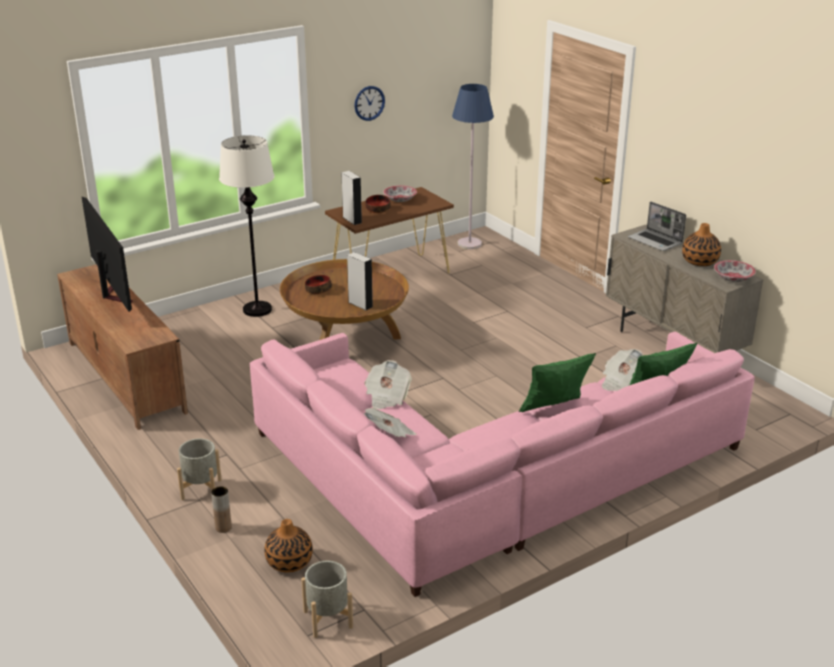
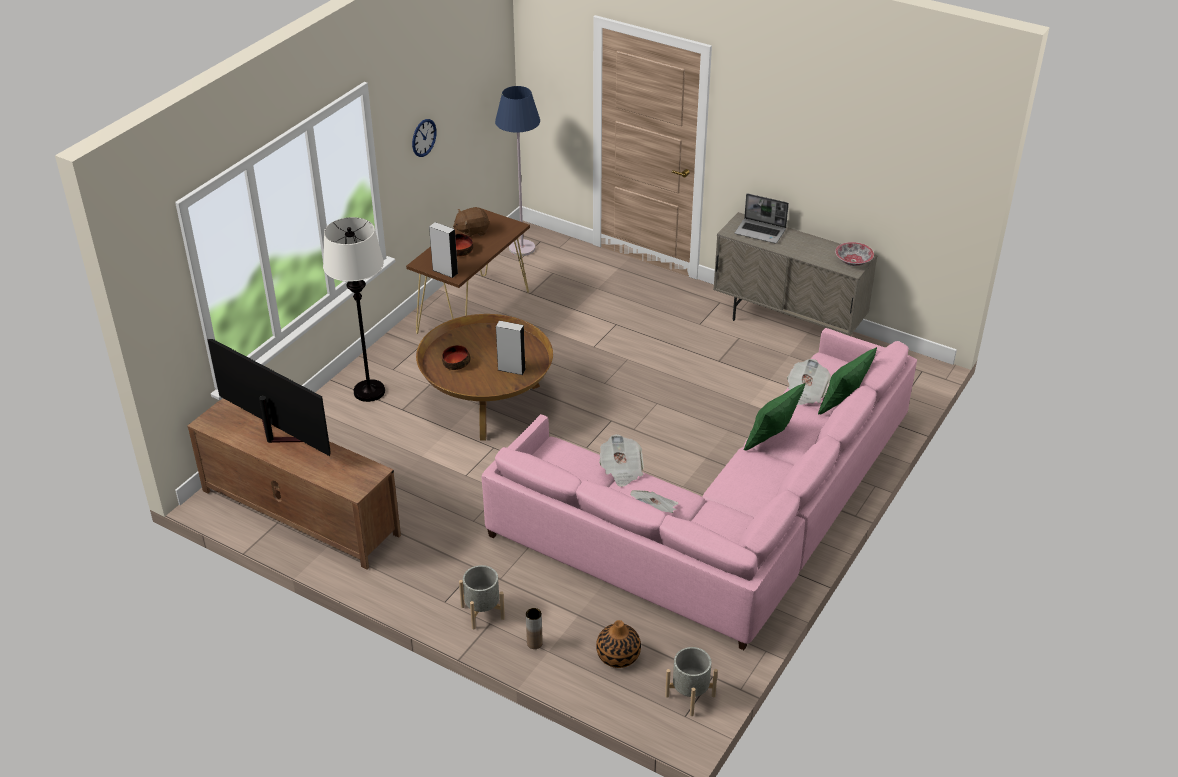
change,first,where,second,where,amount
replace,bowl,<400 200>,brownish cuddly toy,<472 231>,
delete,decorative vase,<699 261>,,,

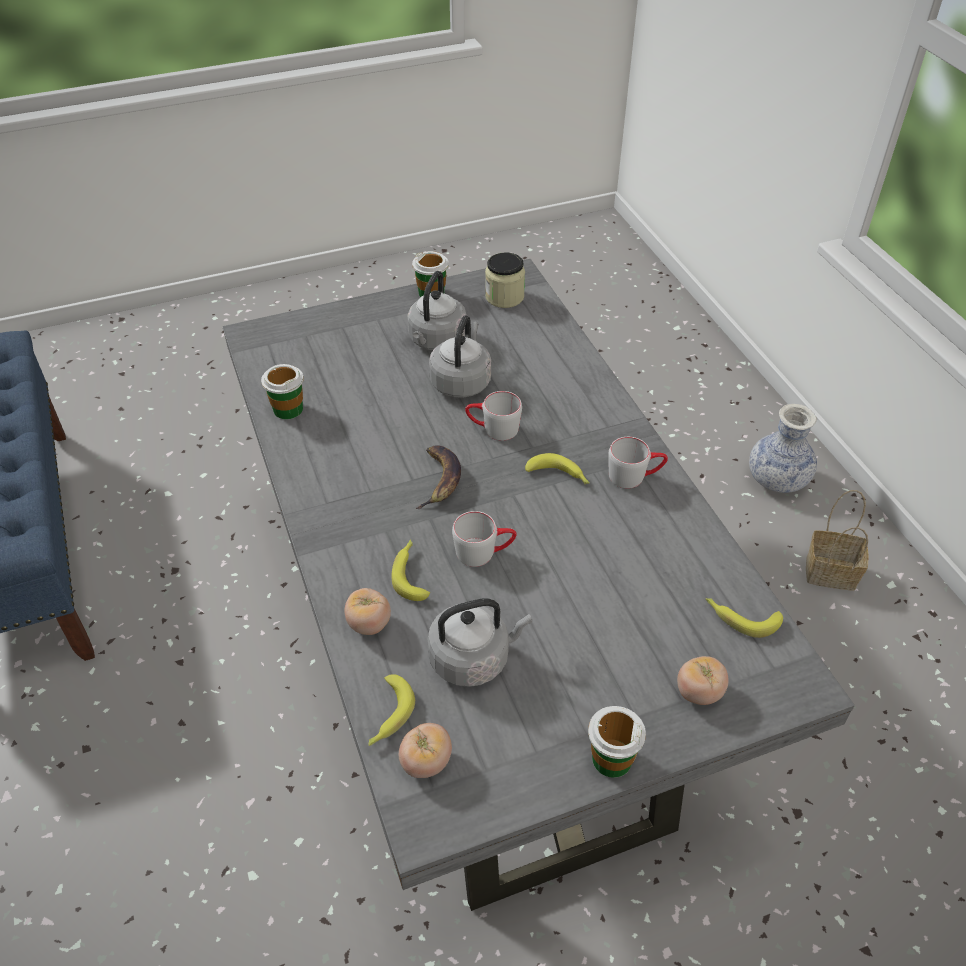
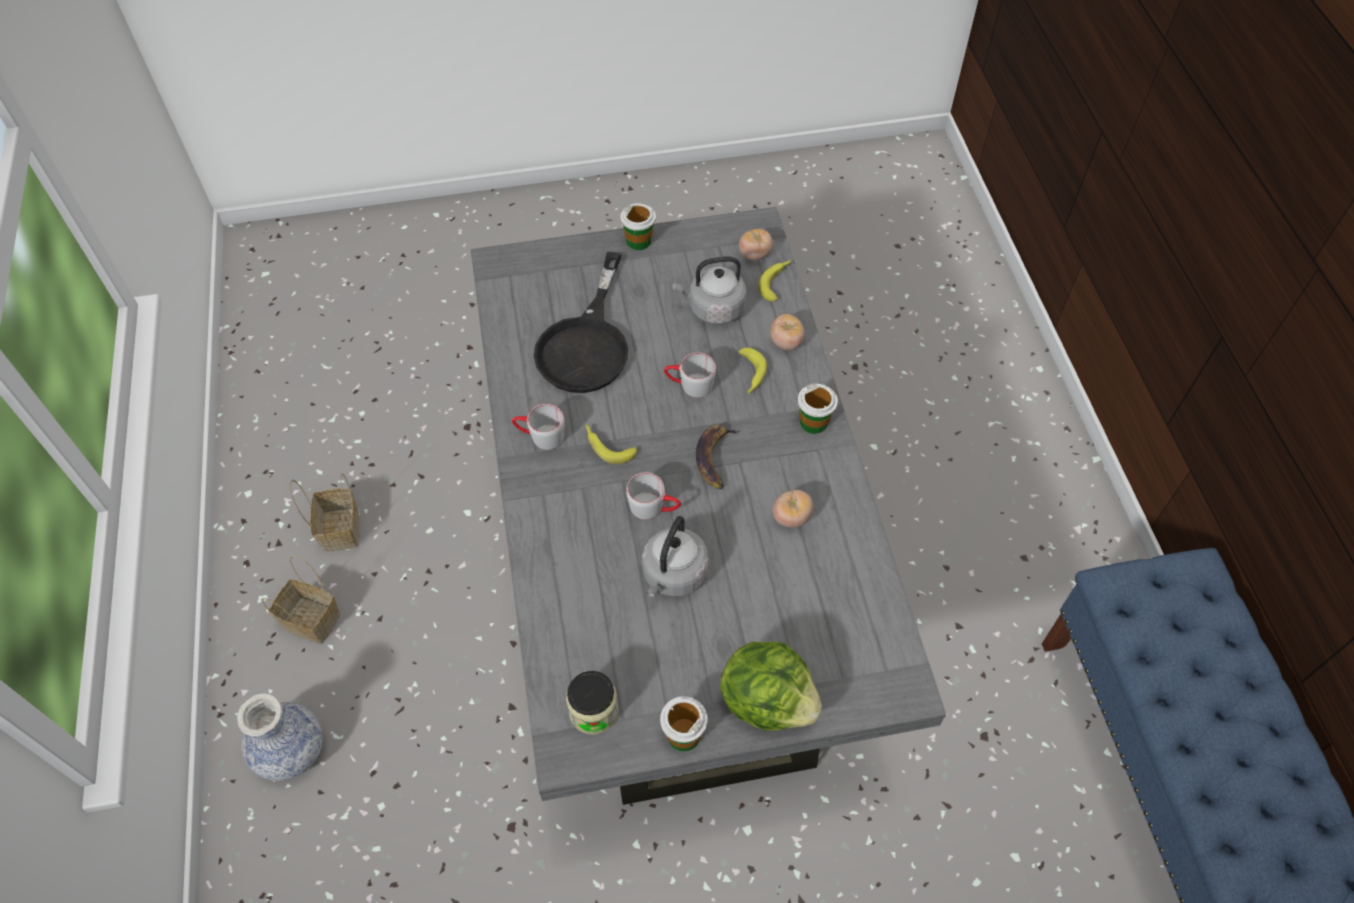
change,first,where,second,where,amount
insert,,,storage basket,<339 528>,
insert,,,black-coloured frying pan,<587 344>,
insert,,,head of lettuce,<767 700>,
move,whole tomato,<699 692>,,<791 517>,
move,cup,<288 409>,,<813 422>,
delete,grey tea kettle,<436 341>,,,
delete,banana fruit,<740 618>,,,

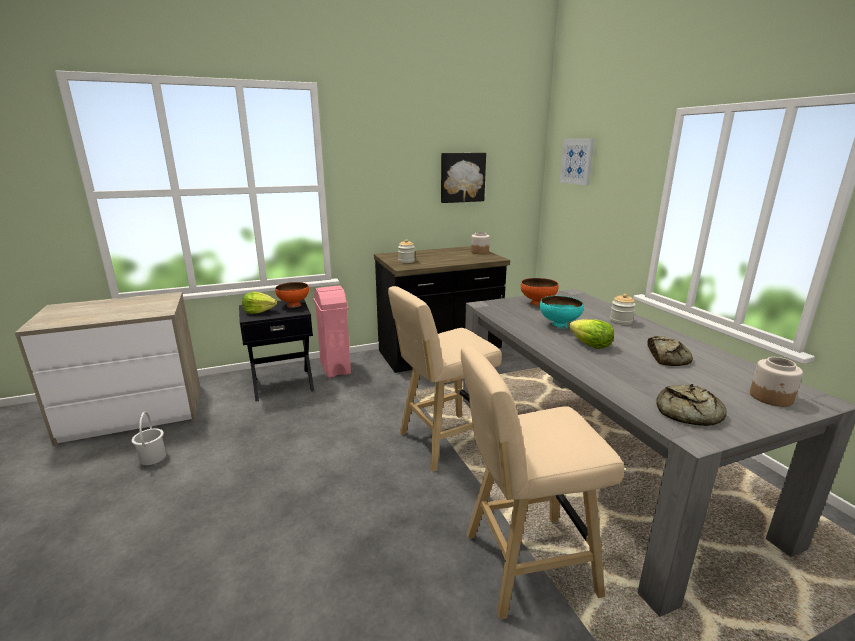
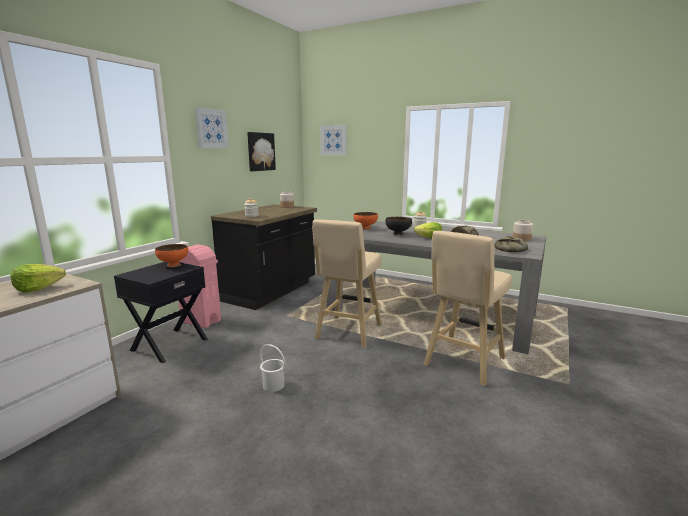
change,first,where,second,where,amount
move,head of lettuce,<259 311>,,<38 288>,
insert,,,picture,<211 128>,
move,whitish water bucket,<152 457>,,<273 385>,
recolor,turquoise-coloured bowl,<558 325>,black-coloured bowl,<398 234>,

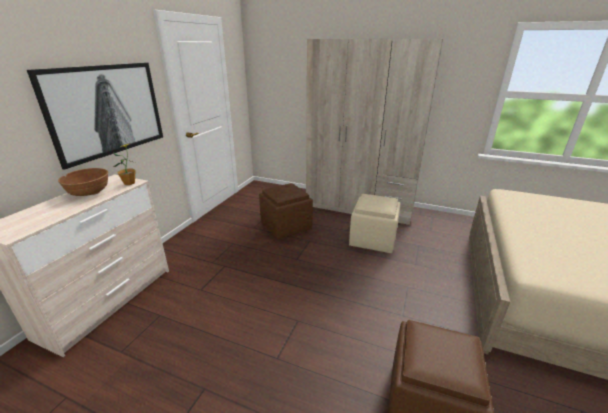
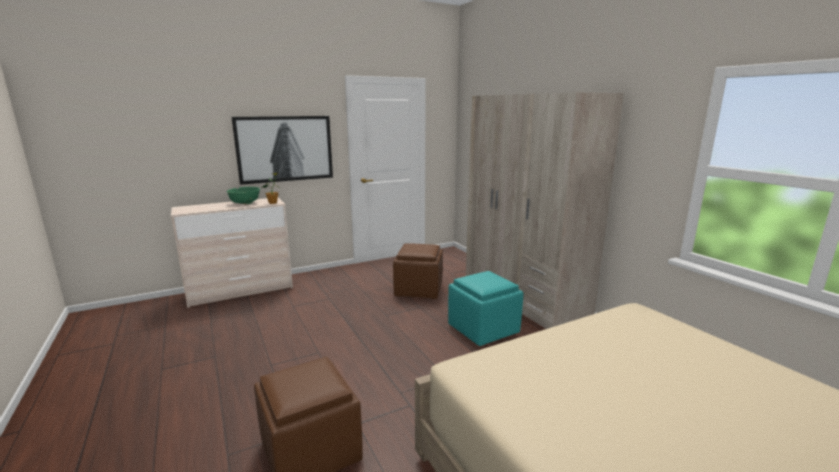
change,first,where,second,where,amount
recolor,brownish bowl,<89 193>,greenish bowl,<245 203>,
recolor,beige-coloured footrest,<373 240>,turquoise-coloured footrest,<483 329>,

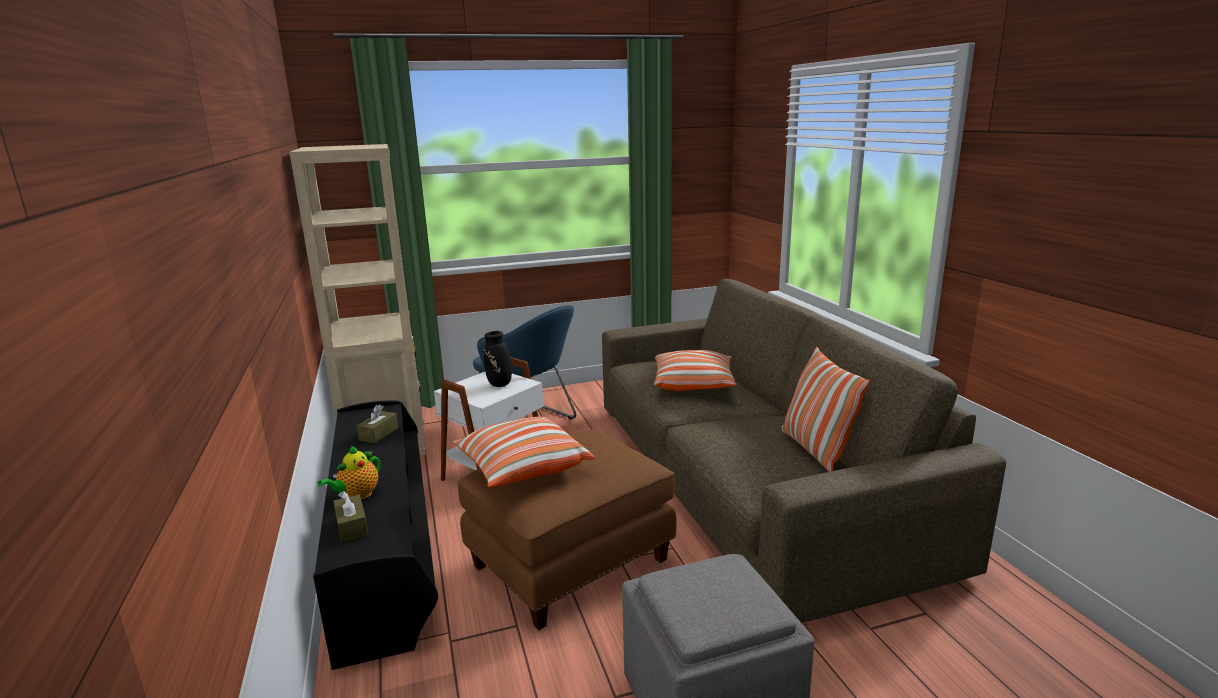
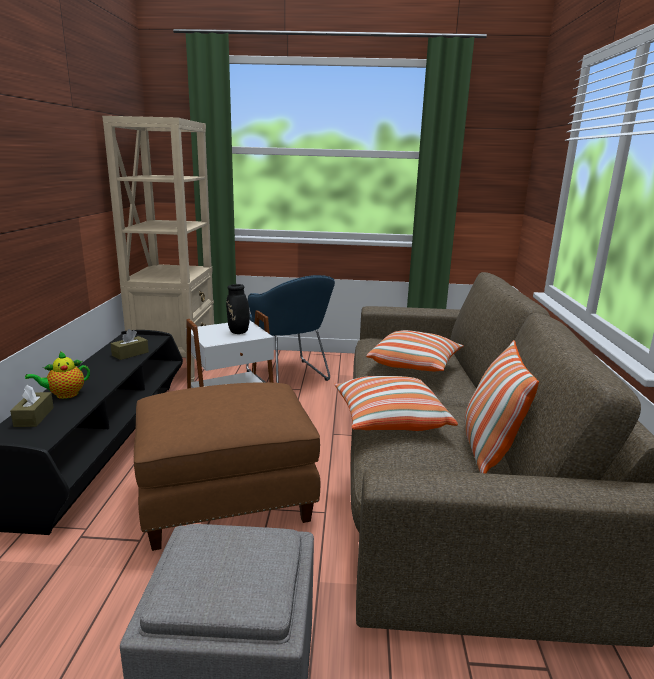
change,first,where,second,where,amount
move,pillow,<522 468>,,<389 420>,

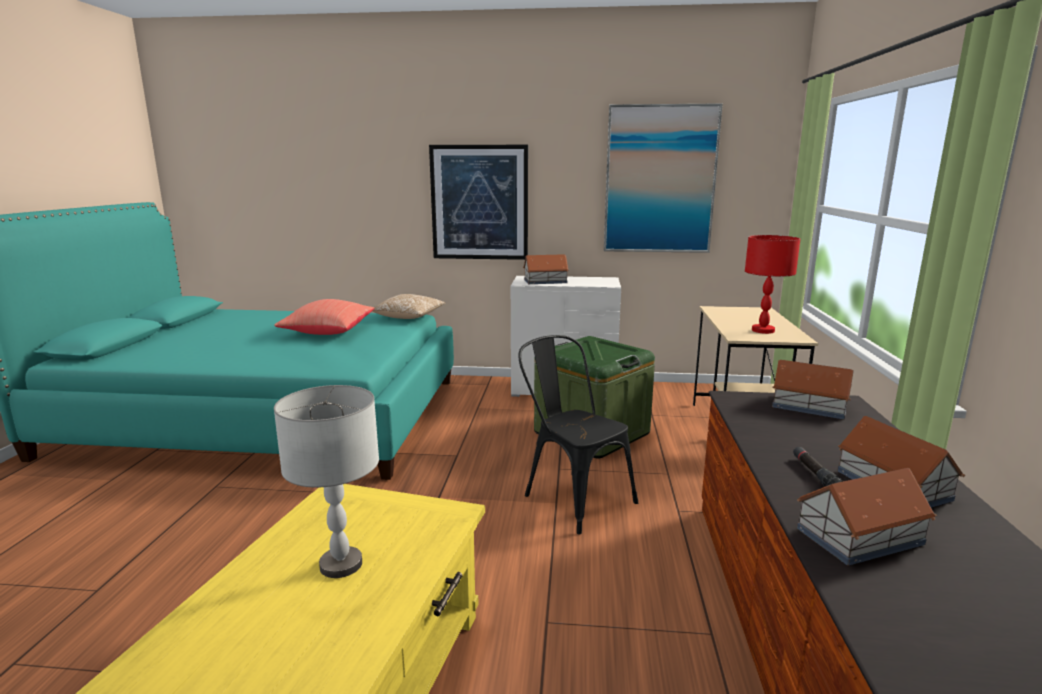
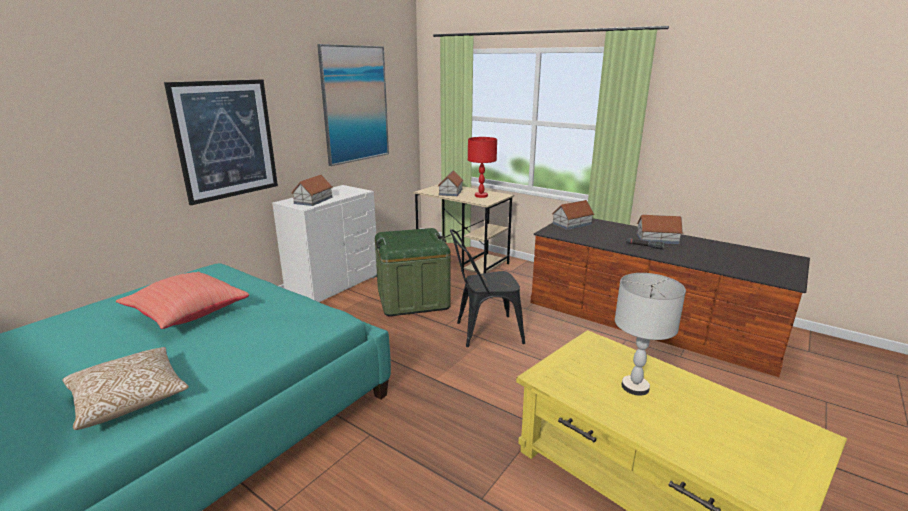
change,first,where,second,where,amount
move,pillow,<409 317>,,<130 399>,
move,model house,<858 536>,,<450 192>,

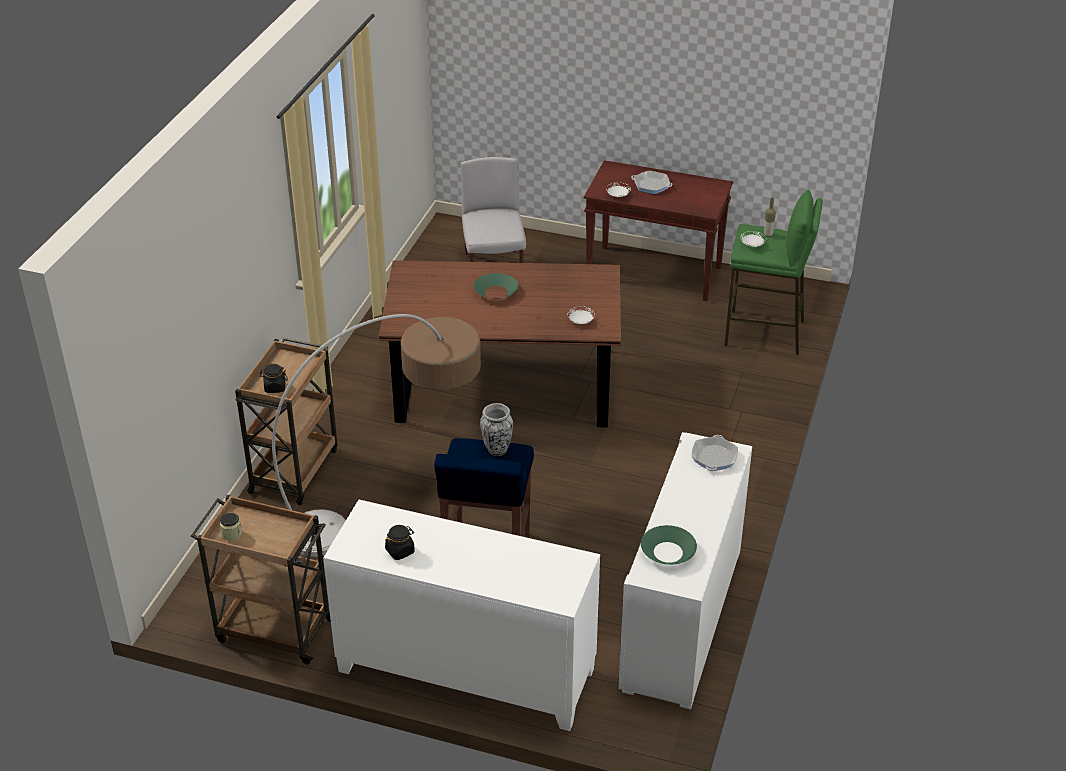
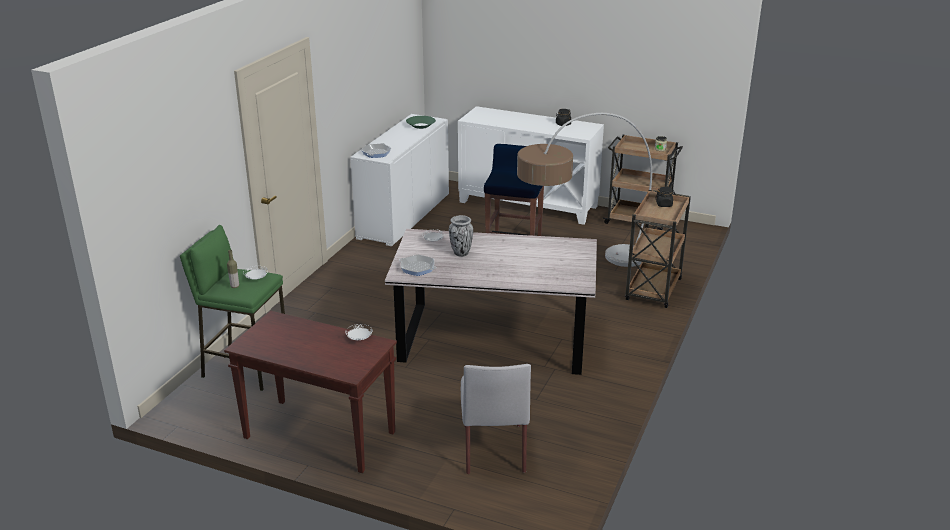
change,first,where,second,where,amount
recolor,brownish dining table,<504 385>,grey dining table,<494 337>,
move,frying pan,<651 185>,,<417 268>,
move,decorative vase,<497 450>,,<460 253>,
delete,greenish bowl,<496 292>,,,

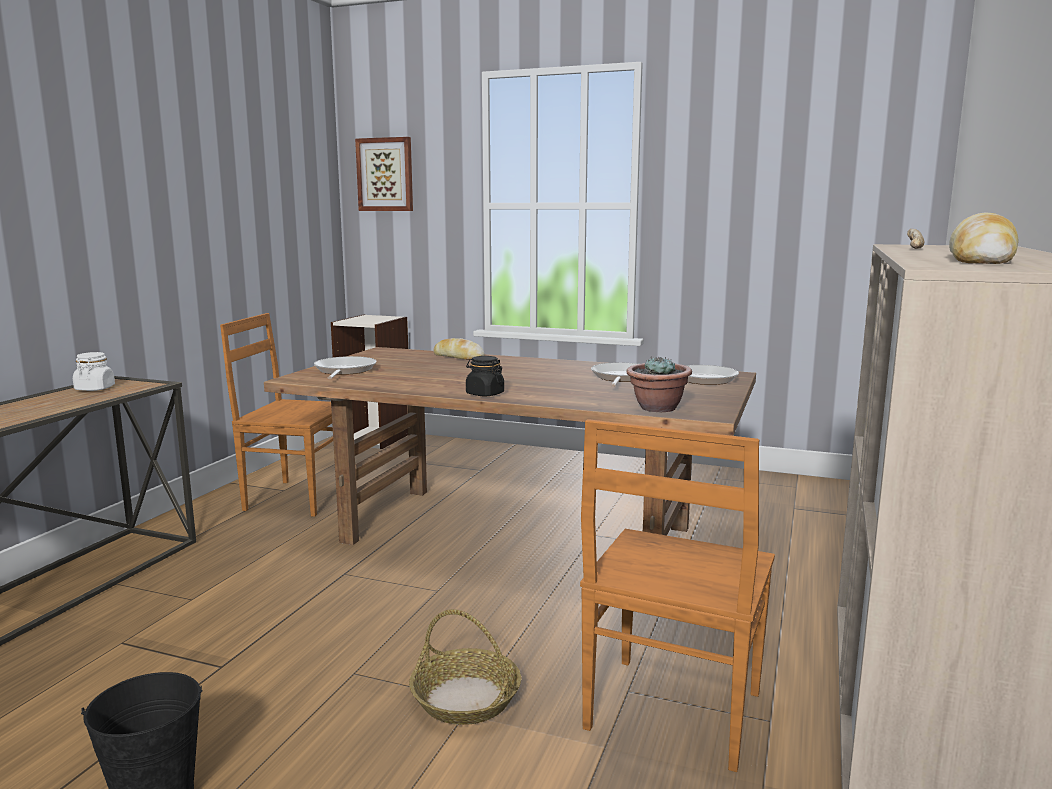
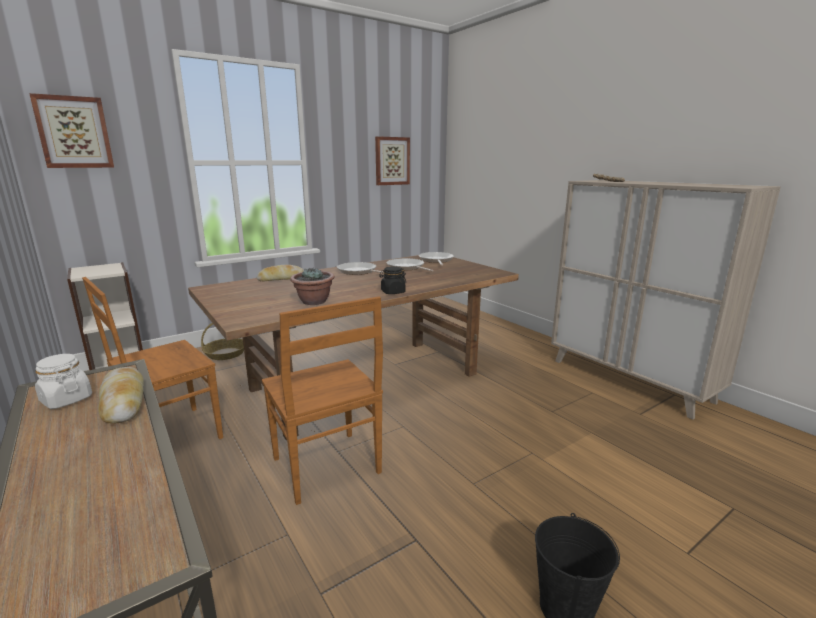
change,first,where,second,where,amount
move,baked bread,<980 259>,,<123 402>,
move,storage basket,<465 699>,,<225 354>,
move,brownish chair,<671 714>,,<327 467>,
move,plant in a pot,<657 408>,,<314 302>,
move,frying pan,<344 371>,,<359 272>,
insert,,,picture,<392 161>,

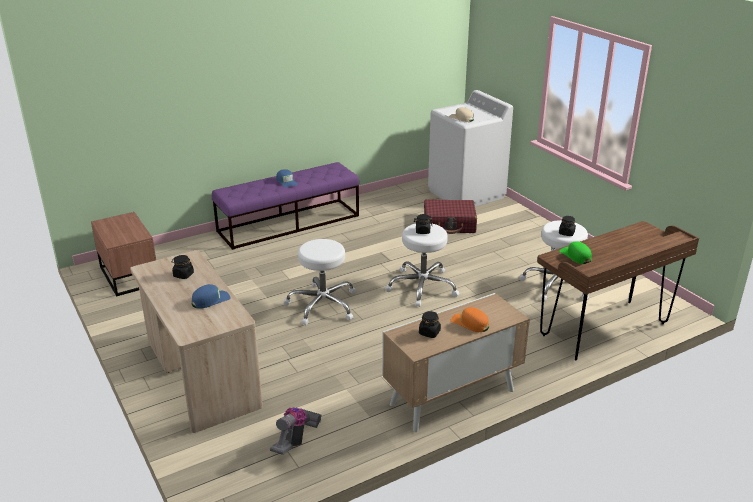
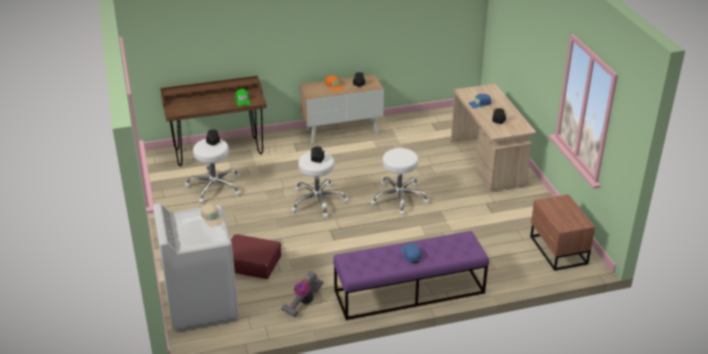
change,first,where,second,where,amount
move,vacuum cleaner,<295 440>,,<303 303>,

